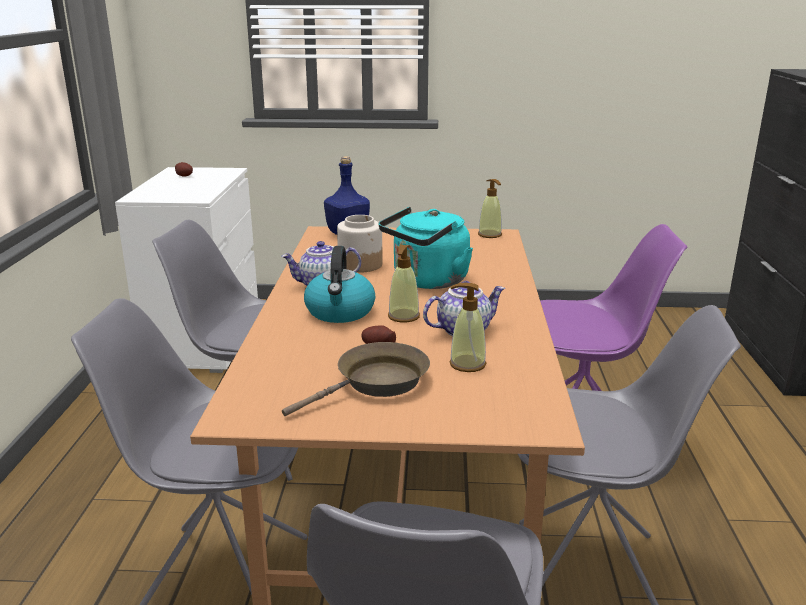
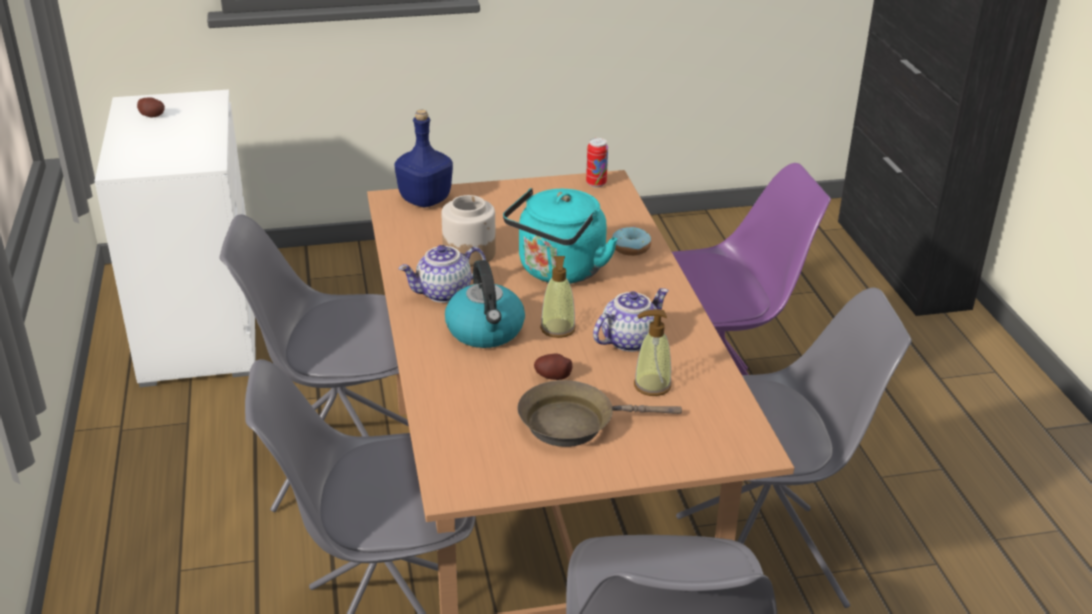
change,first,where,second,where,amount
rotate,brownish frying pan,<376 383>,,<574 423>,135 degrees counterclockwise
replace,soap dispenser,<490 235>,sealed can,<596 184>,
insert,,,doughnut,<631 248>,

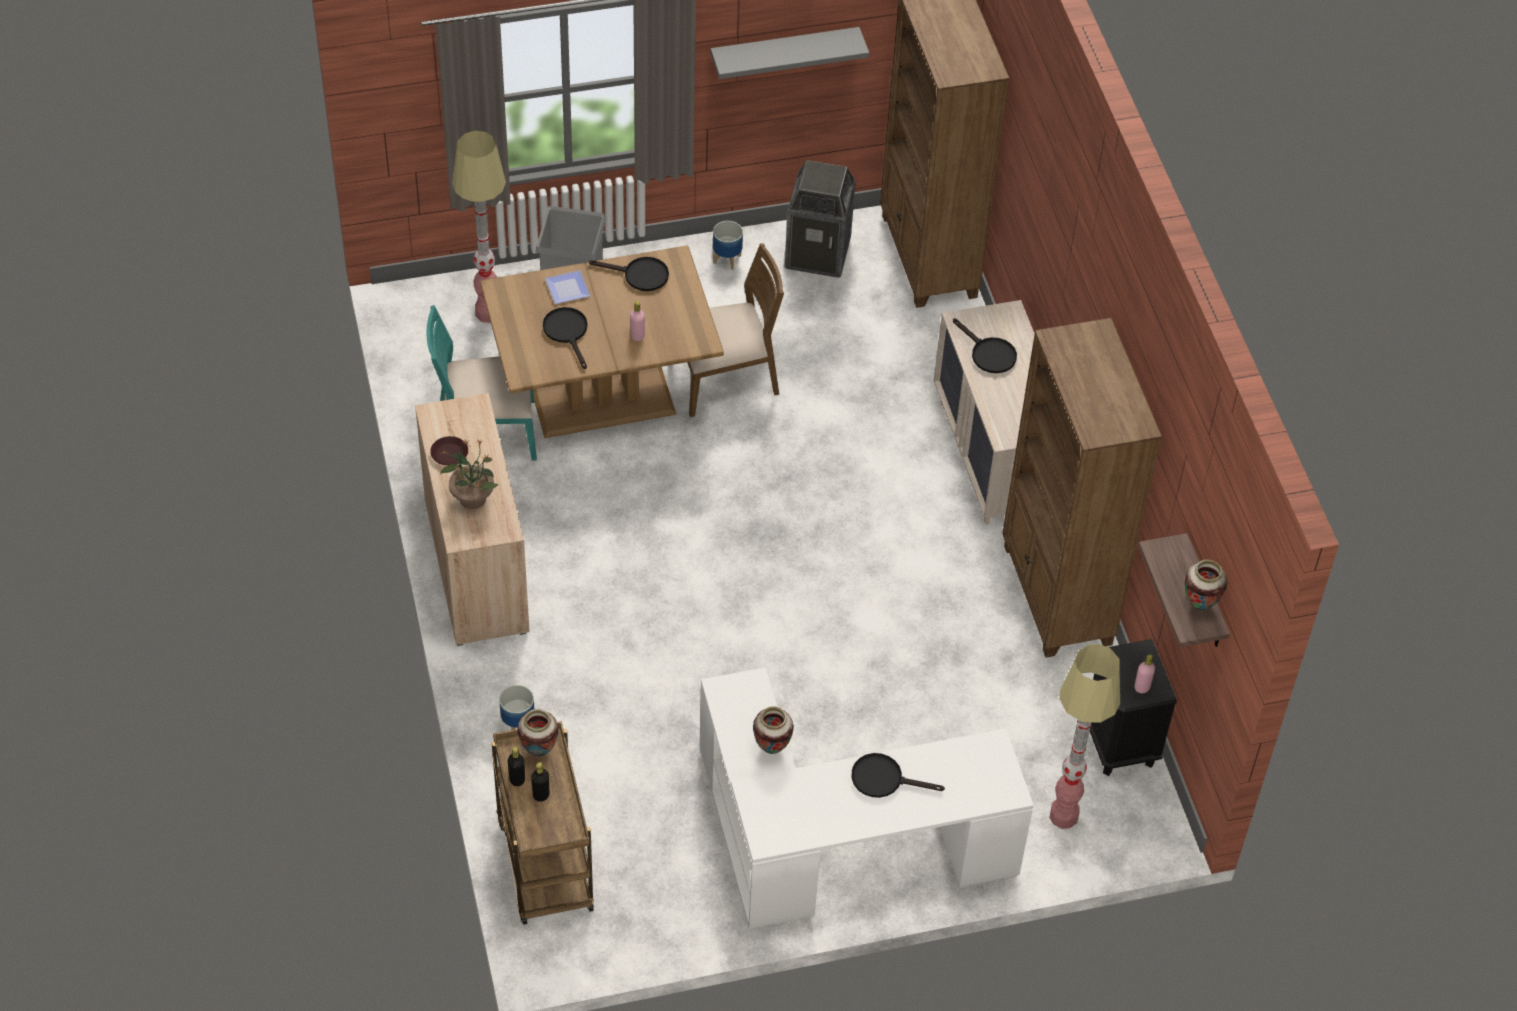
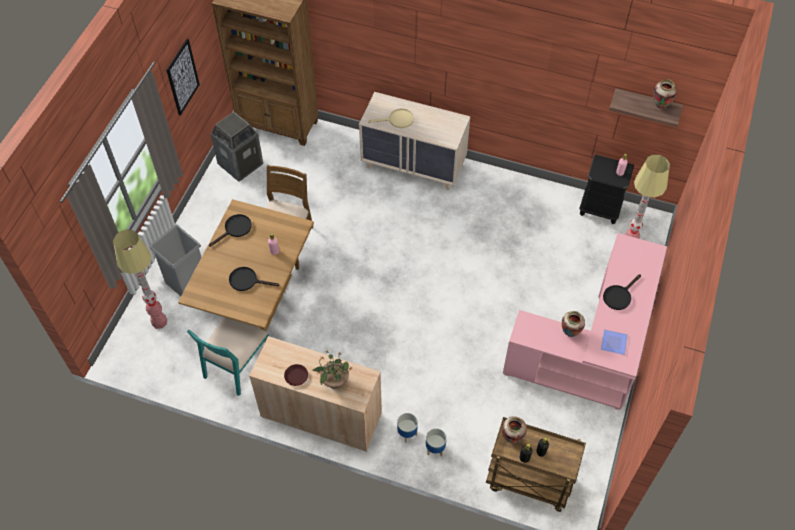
change,first,where,second,where,amount
replace,grey shelf,<784 51>,picture,<182 77>,
recolor,black-coloured frying pan,<988 354>,beige-coloured frying pan,<397 120>,
move,plant pot,<726 259>,,<407 433>,
recolor,whitish desk table,<837 848>,pink-coloured desk table,<593 348>,
move,plate,<569 289>,,<614 342>,
delete,brownish shelving unit,<1056 596>,,,

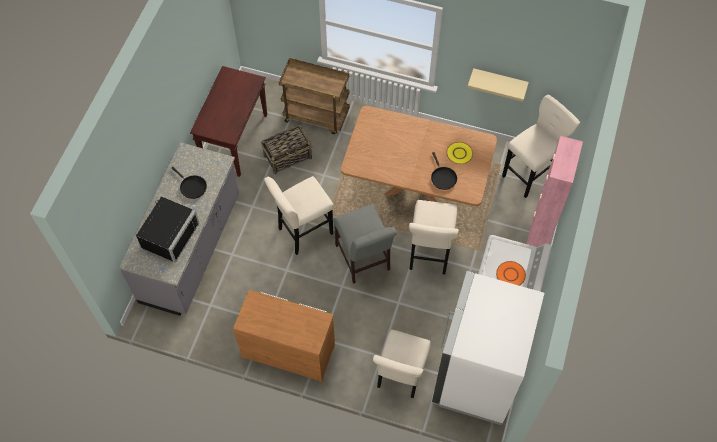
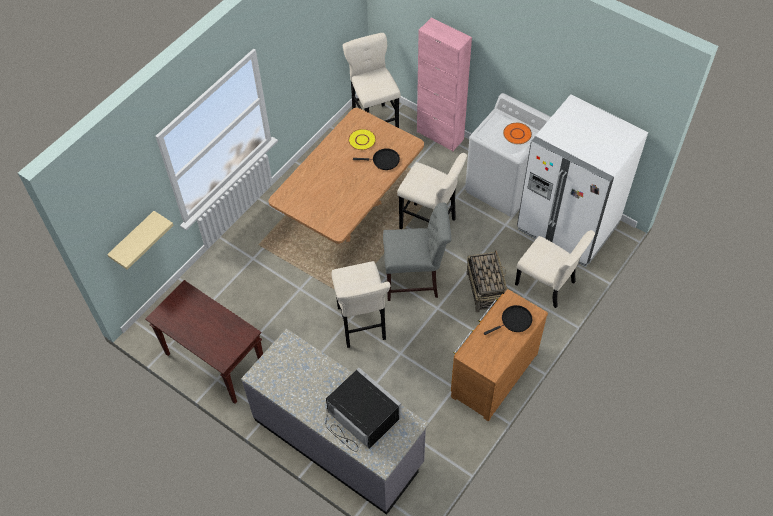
change,first,where,second,where,amount
move,beige-coloured shelf,<499 81>,,<133 239>,
move,storage basket,<288 156>,,<485 289>,
move,black-coloured frying pan,<192 187>,,<514 321>,
delete,brownish cart,<317 116>,,,

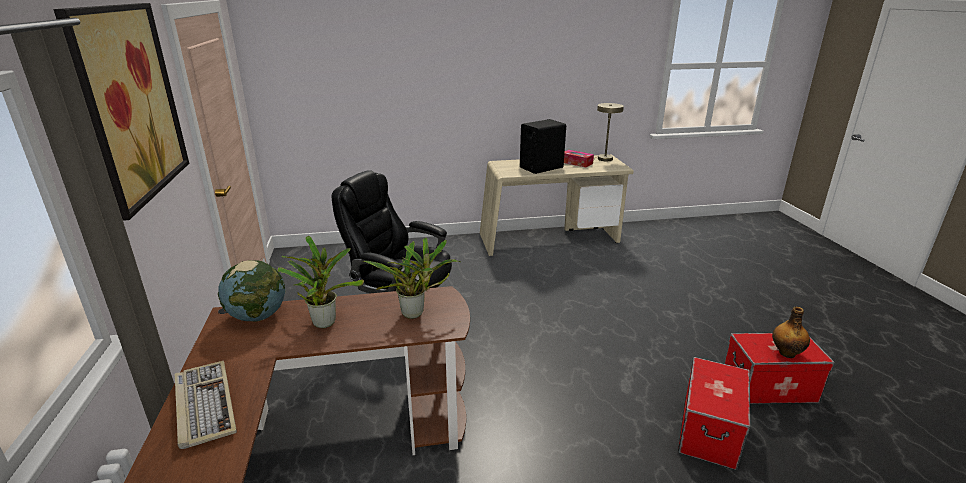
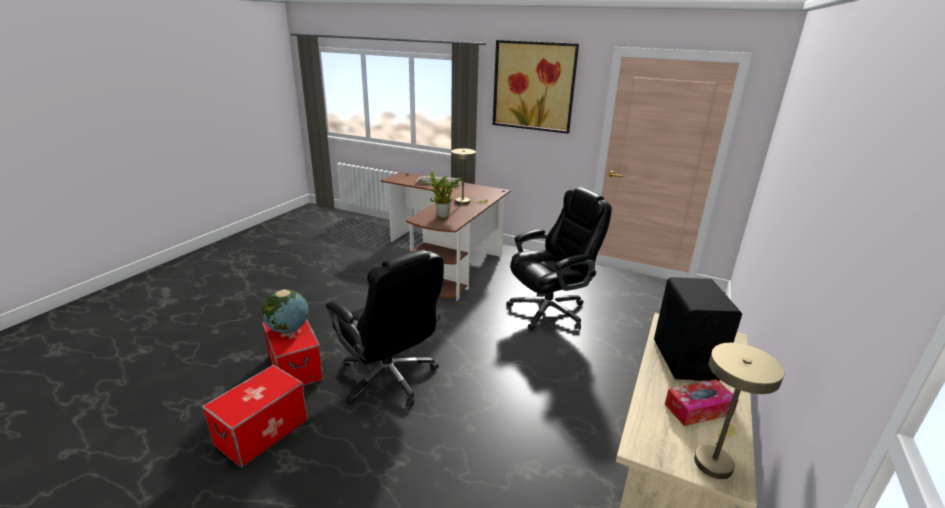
change,first,where,second,where,amount
move,desk globe,<258 316>,,<288 329>,
insert,,,black-coloured desk chair,<389 378>,
replace,plant in a pot,<324 321>,beige-coloured table lamp,<465 202>,
delete,bottle,<786 353>,,,

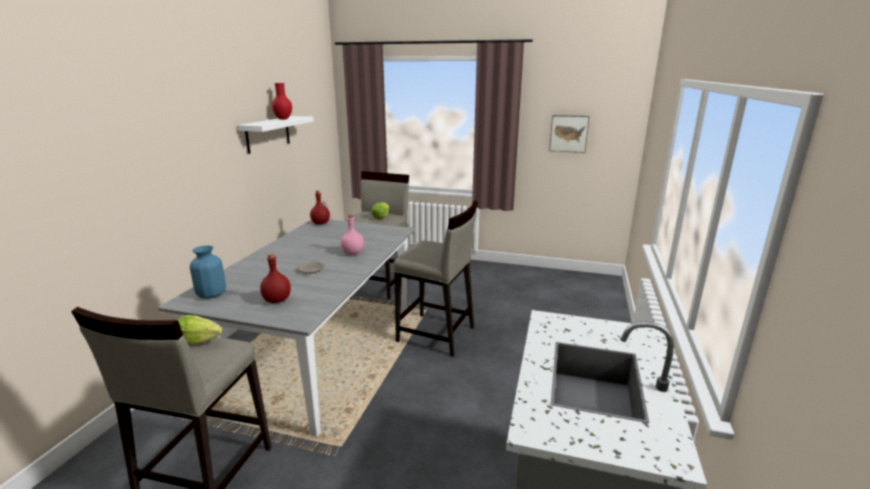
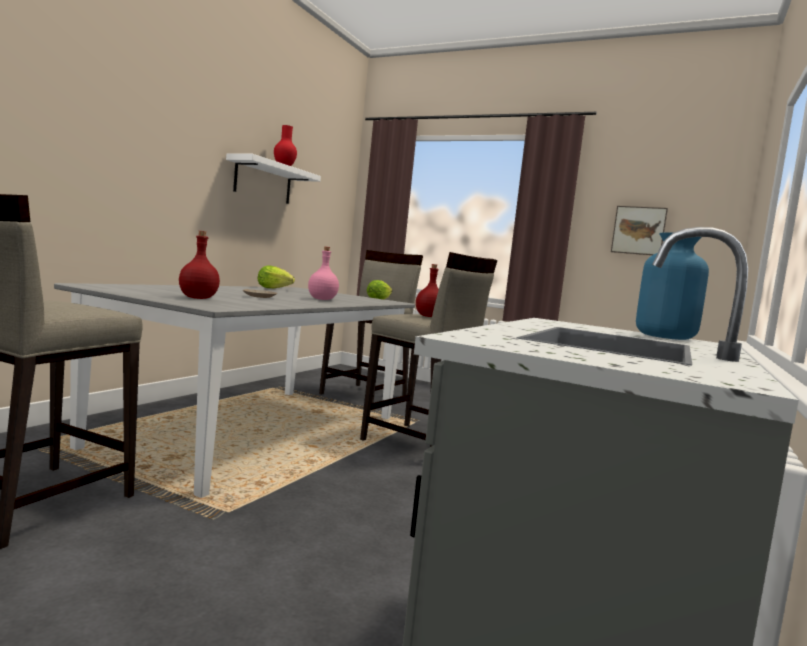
change,first,where,second,where,amount
move,head of lettuce,<197 341>,,<273 288>,
move,reddish bottle,<320 223>,,<428 316>,
move,bluish decorative vase,<211 294>,,<664 337>,

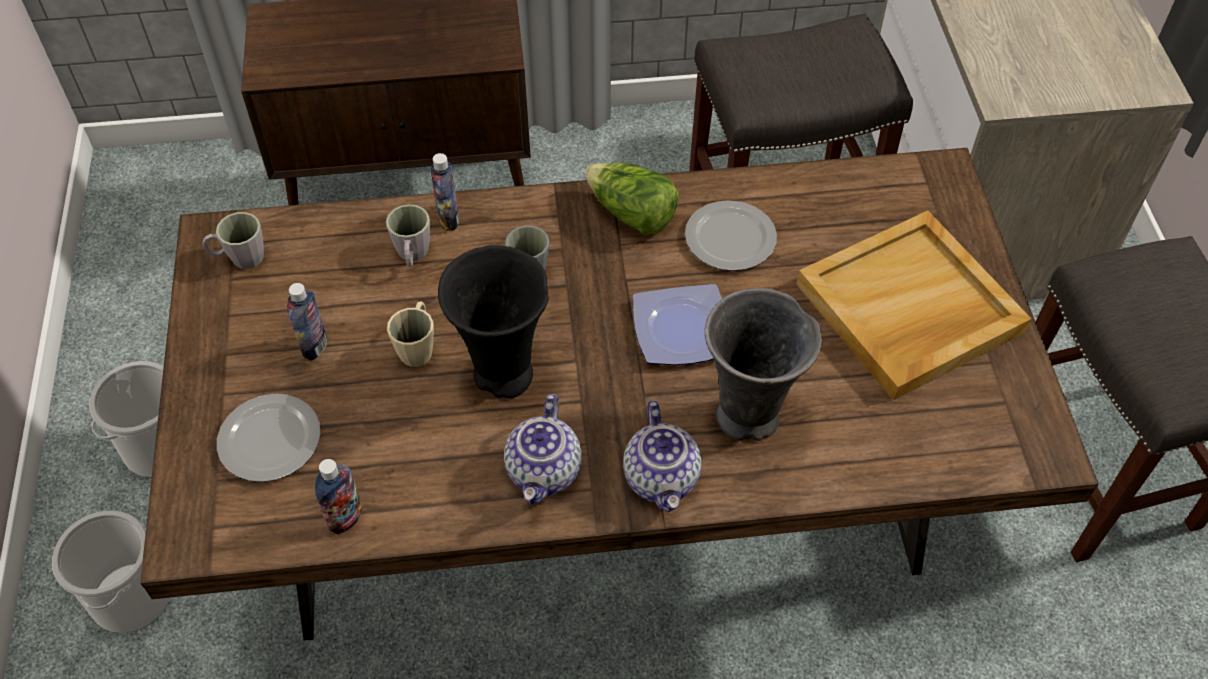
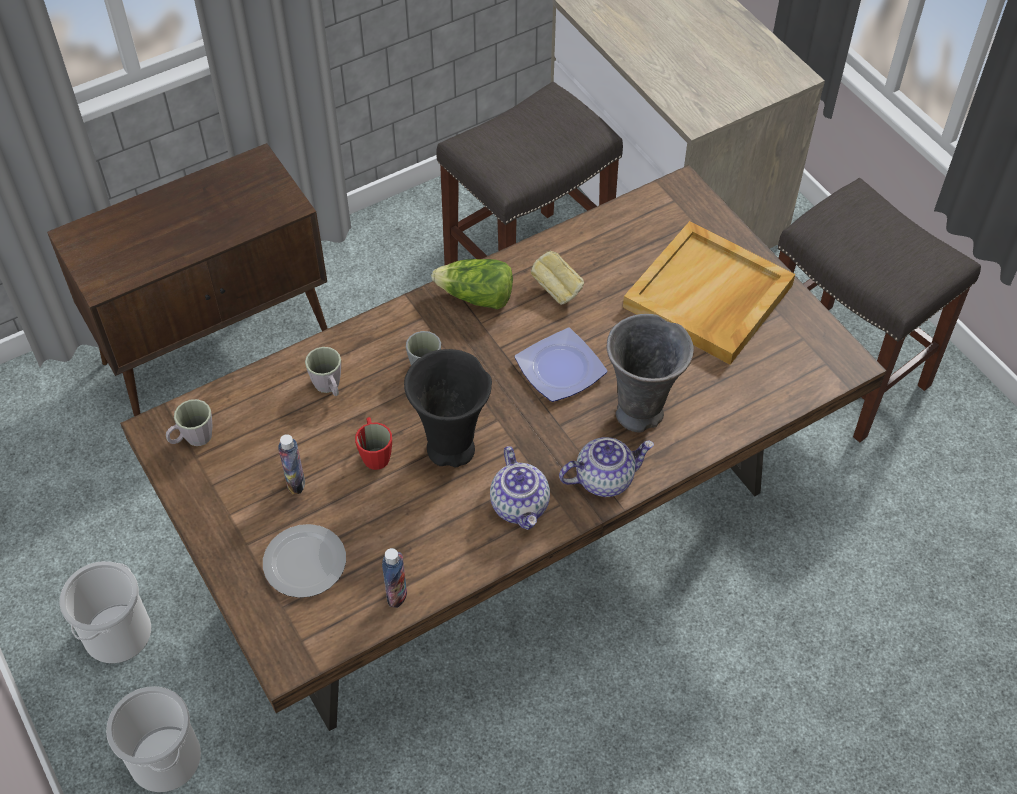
change,first,where,second,where,amount
recolor,beige-coloured mug,<418 346>,reddish mug,<375 453>,
replace,plate,<728 238>,baked bread,<557 290>,
rotate,tea pot,<662 479>,,<604 478>,75 degrees counterclockwise
delete,bottle,<448 219>,,,

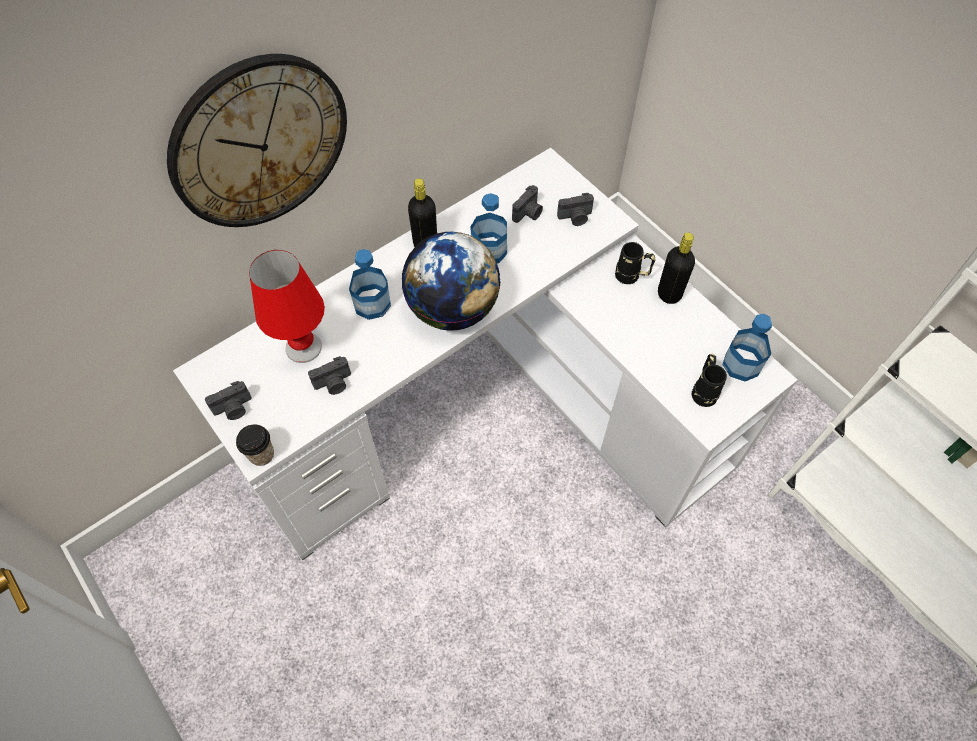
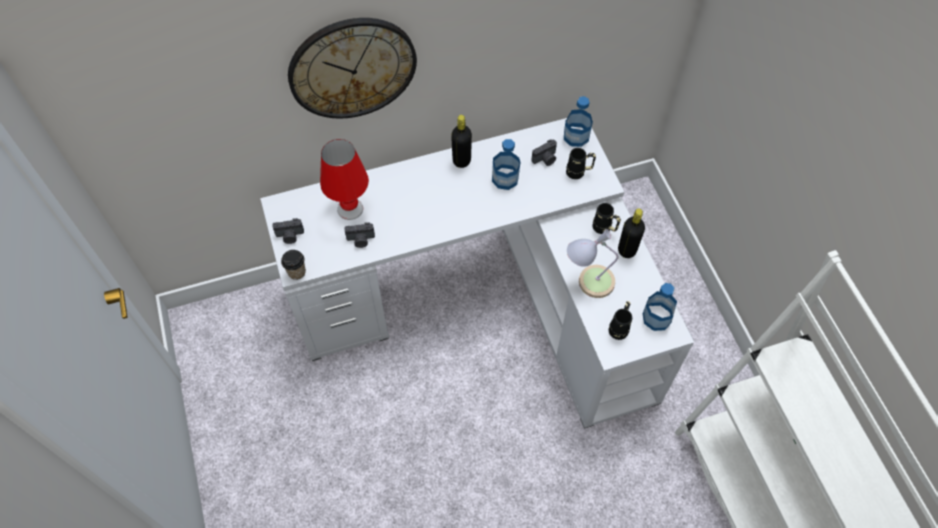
change,first,where,second,where,amount
move,bottle,<372 304>,,<576 136>,
replace,still camera,<575 218>,black-coloured mug,<579 172>,
insert,,,table lamp,<588 281>,
delete,desk globe,<453 309>,,,

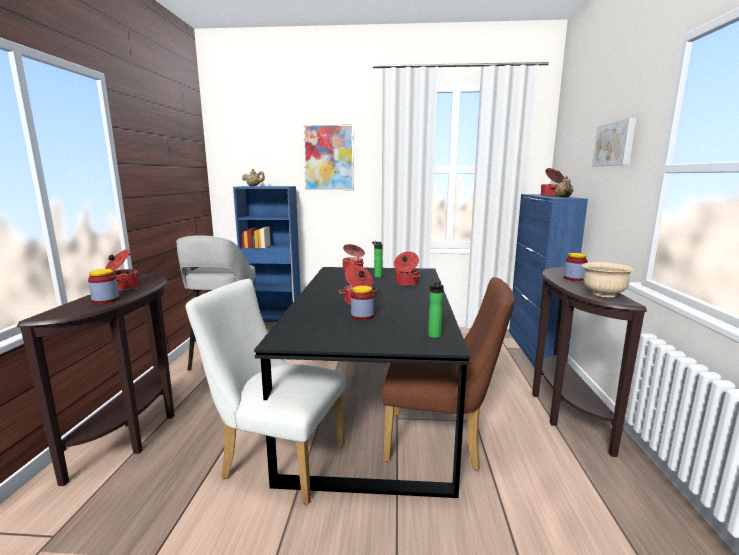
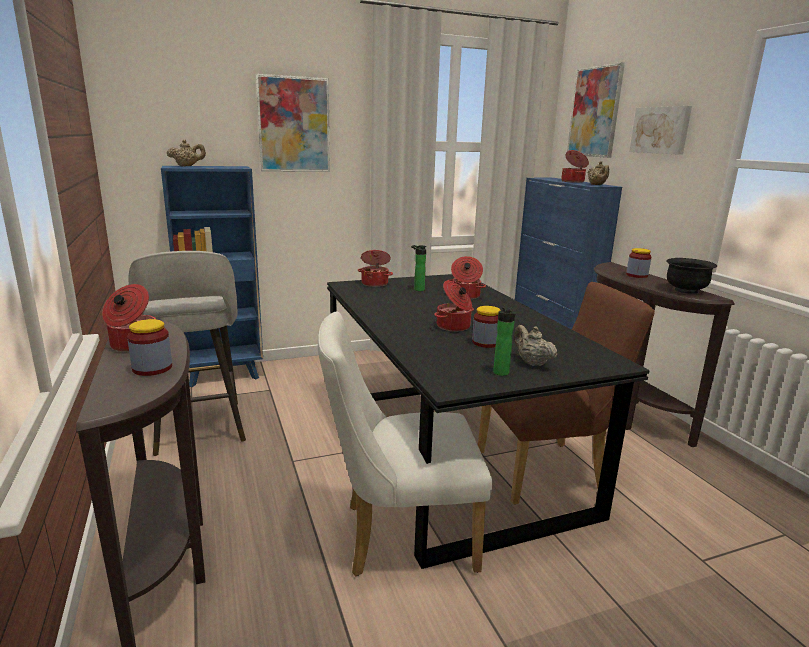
change,first,where,second,where,amount
move,bottle,<434 336>,,<501 374>,
insert,,,beige-coloured tea pot,<531 363>,
insert,,,picture,<595 112>,
recolor,beige-coloured bowl,<603 294>,black-coloured bowl,<685 290>,

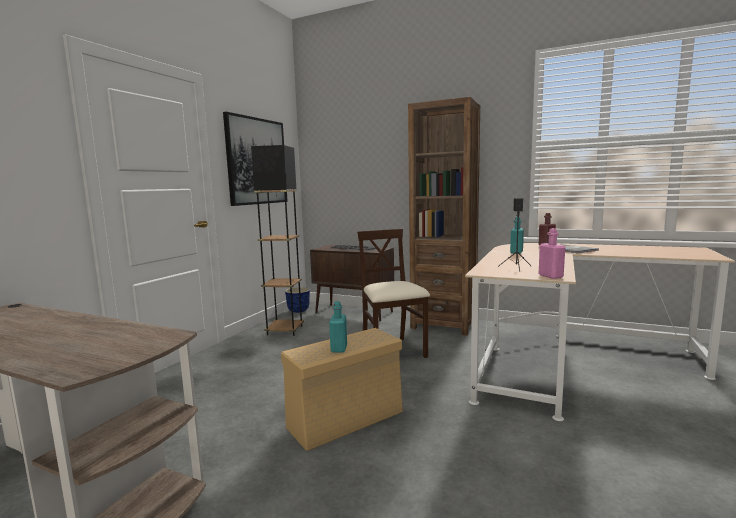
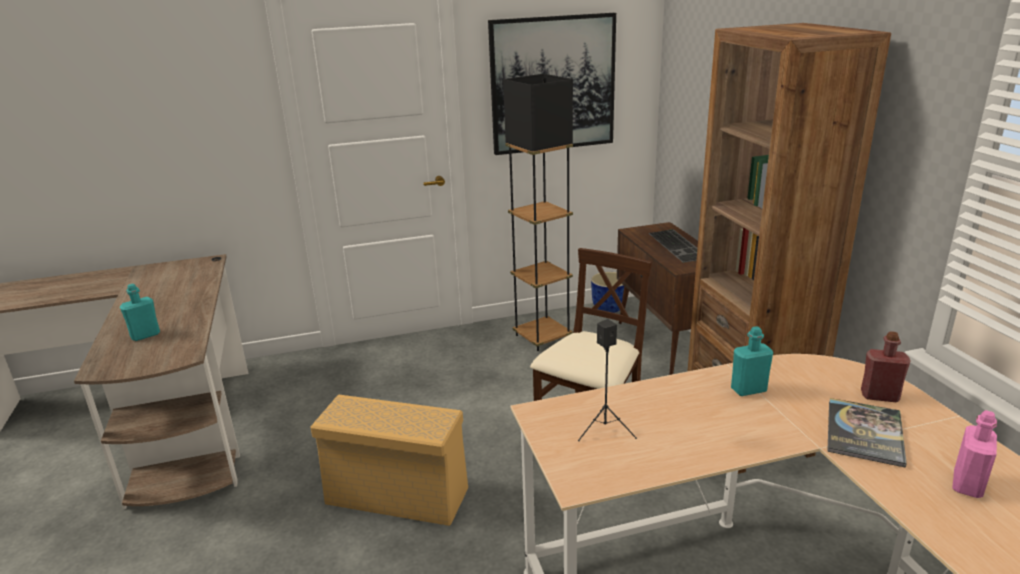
change,first,where,second,where,amount
move,turquoise-coloured bottle,<339 348>,,<145 335>,
move,pink-coloured bottle,<550 276>,,<967 485>,

